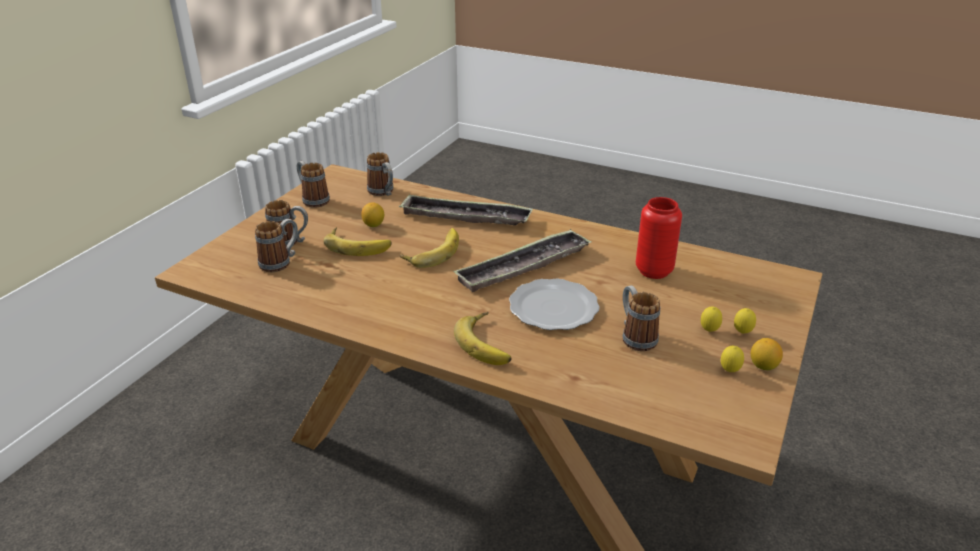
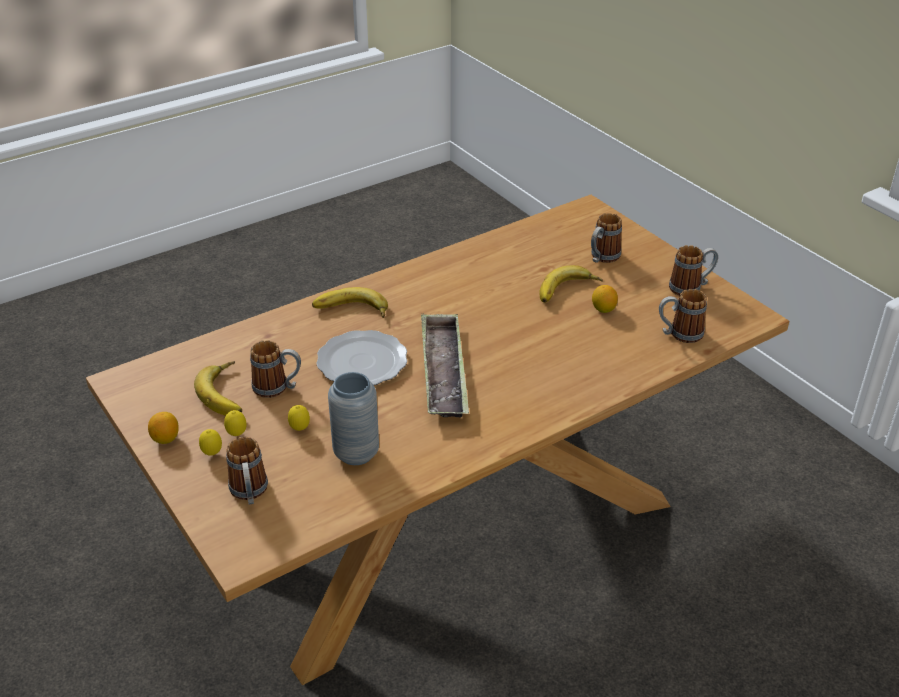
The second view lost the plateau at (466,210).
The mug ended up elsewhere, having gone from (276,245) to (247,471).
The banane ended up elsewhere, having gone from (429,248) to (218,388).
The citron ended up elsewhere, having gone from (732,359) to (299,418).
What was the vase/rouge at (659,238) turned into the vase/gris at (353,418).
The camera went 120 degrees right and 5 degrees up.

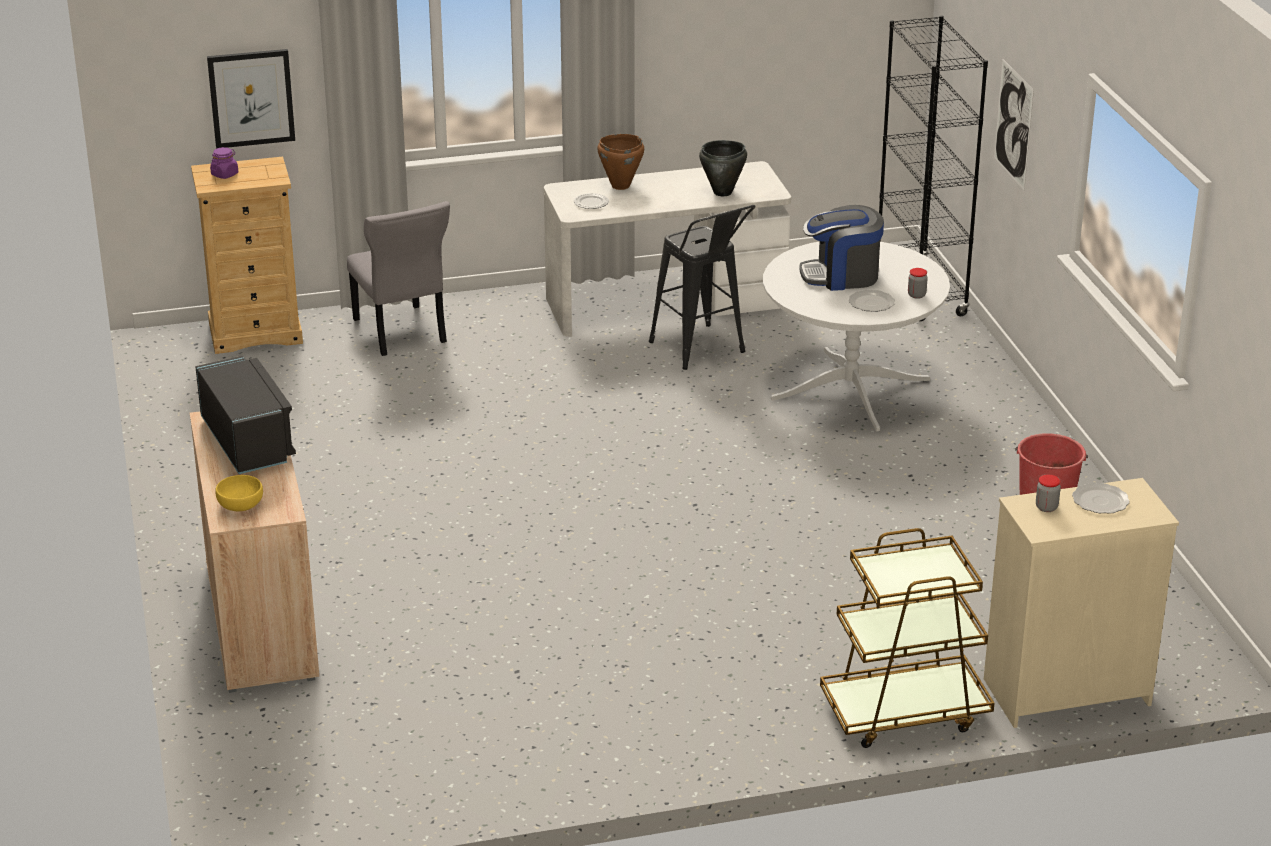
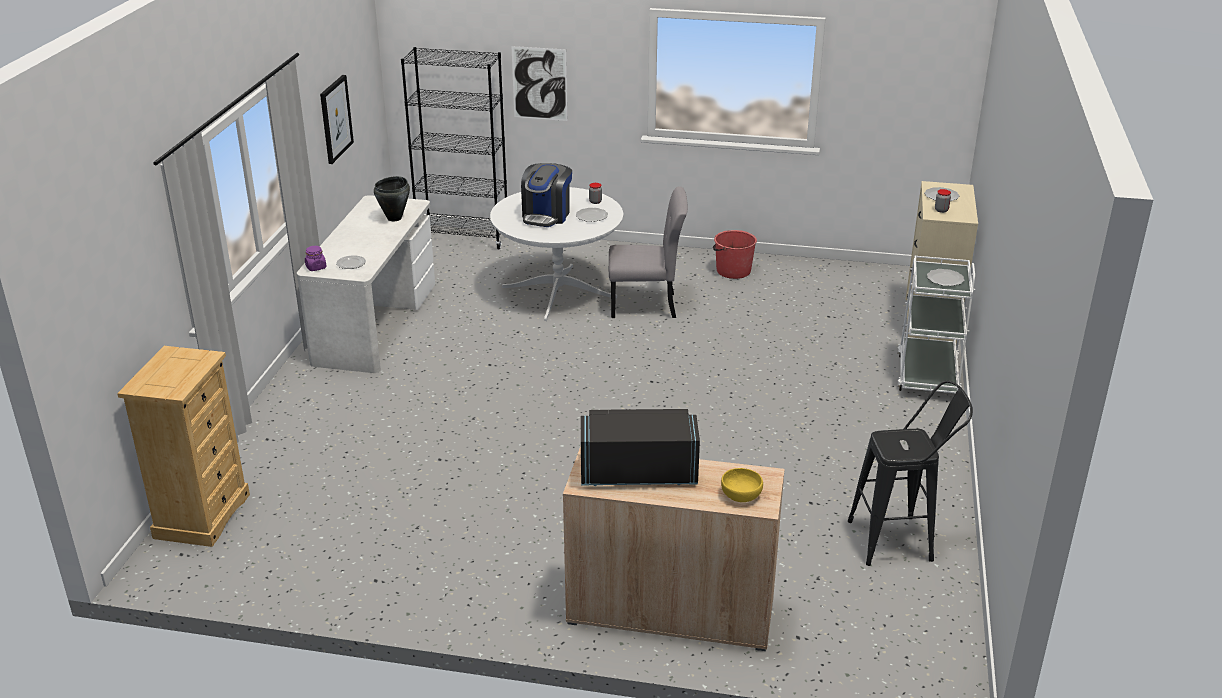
The second view lost the marmite/marron at (620,162).
The second view gained the assiette at (945,277).
The tableau ended up elsewhere, having gone from (251,99) to (337,119).
The bocal/violet ended up elsewhere, having gone from (224,163) to (316,258).
The chaise/gris ended up elsewhere, having gone from (398,278) to (648,252).
The tabouret/noir ended up elsewhere, having gone from (702,287) to (910,473).
What was the chariot/marron at (907,638) turned into the chariot/blanc at (936,324).
The camera went 65 degrees left and 0 degrees up.

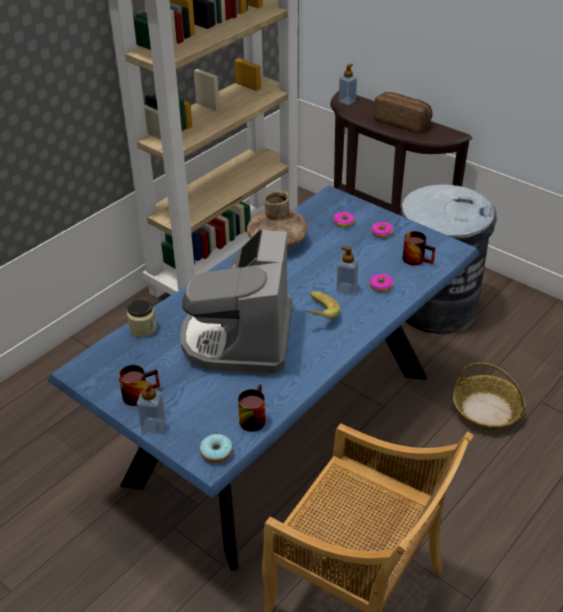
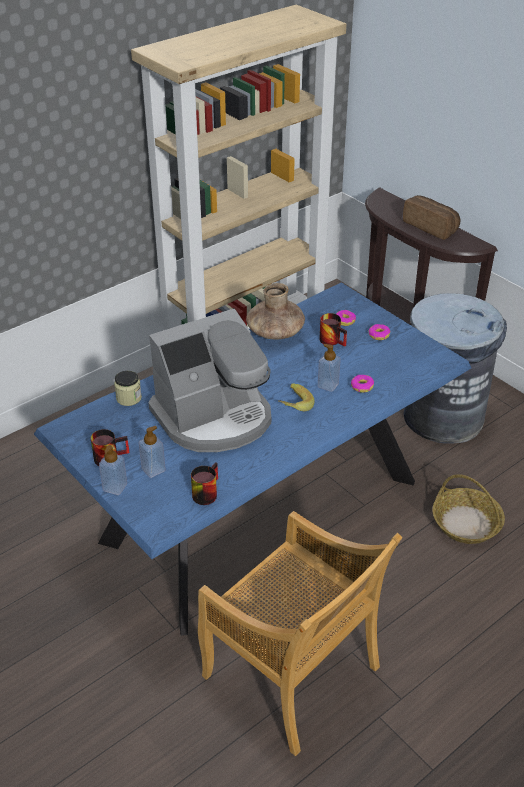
The second view lost the beignet at (216,448).
The distributeur de savon ended up elsewhere, having gone from (348,84) to (152,452).
The mug ended up elsewhere, having gone from (418,248) to (333,330).
The machine à café at (236,301) ended up facing another way, 135 degrees counterclockwise from before.
The camera went 10 degrees right and 0 degrees up.

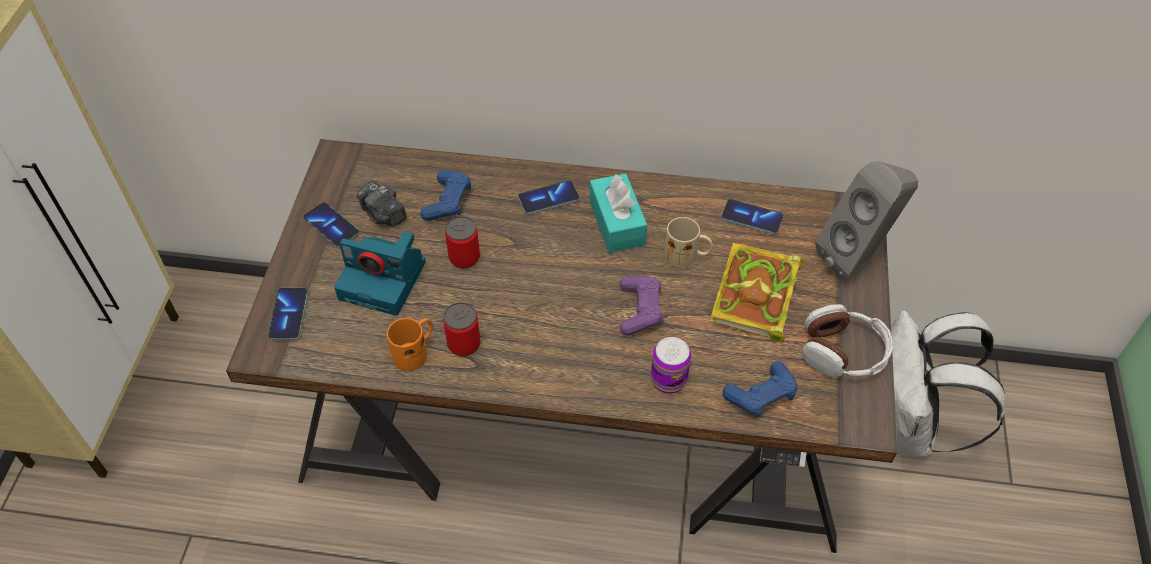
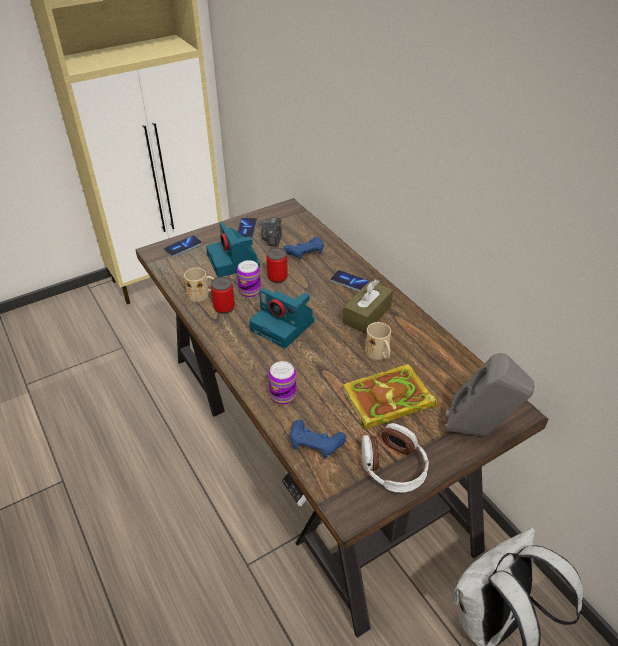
The second view lost the manette/violet at (641,306).
The second view lost the téléphone at (752,217).
The second view gained the boîte métallique at (249,279).
The second view gained the appareil photo at (282,318).
What was the mug/orange at (410,344) turned into the mug/beige at (199,285).
What was the boîte à mouchoirs/turquoise at (618,213) turned into the boîte à mouchoirs/marron at (368,306).
The camera went 50 degrees right and 10 degrees down.

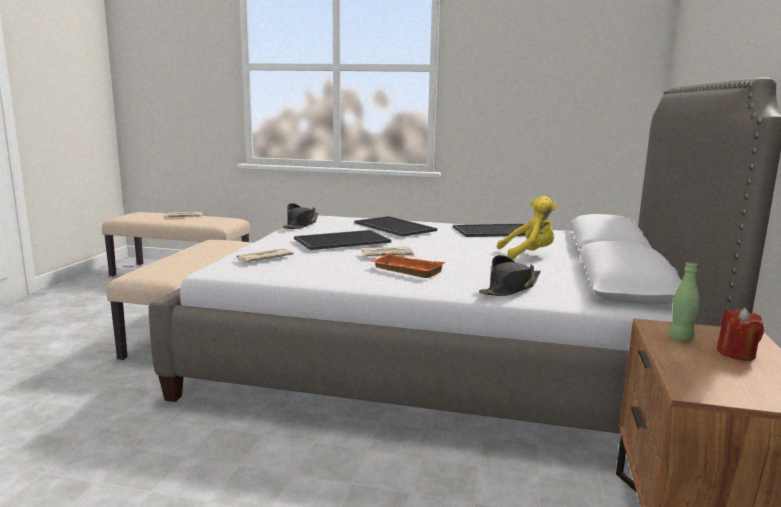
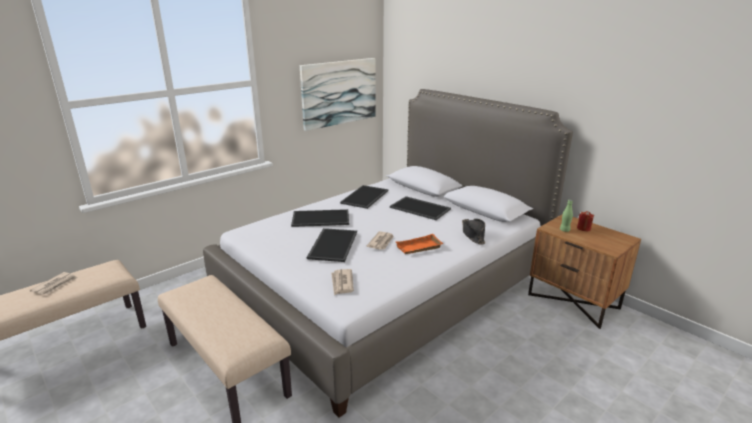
The second view lost the chapeau/noir at (300,216).
The second view gained the tableau at (338,94).
Where the peluche/jaune stood at (527,228), the plateau came to stand at (420,208).
The camera went 55 degrees left and 10 degrees up.

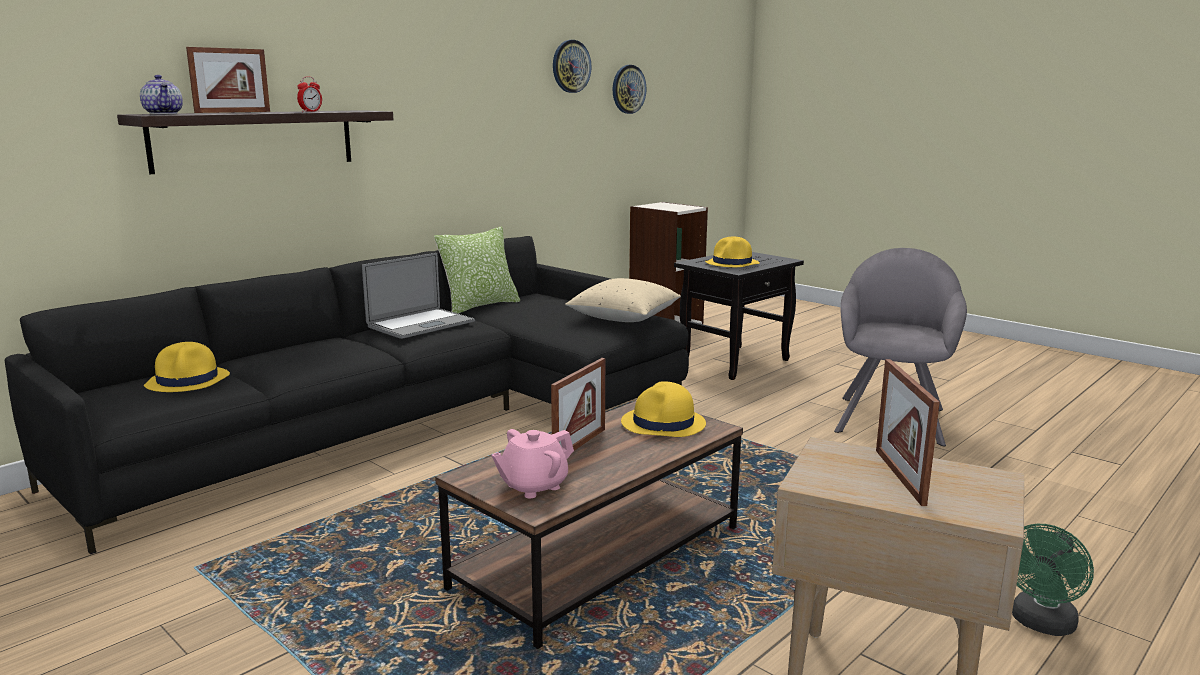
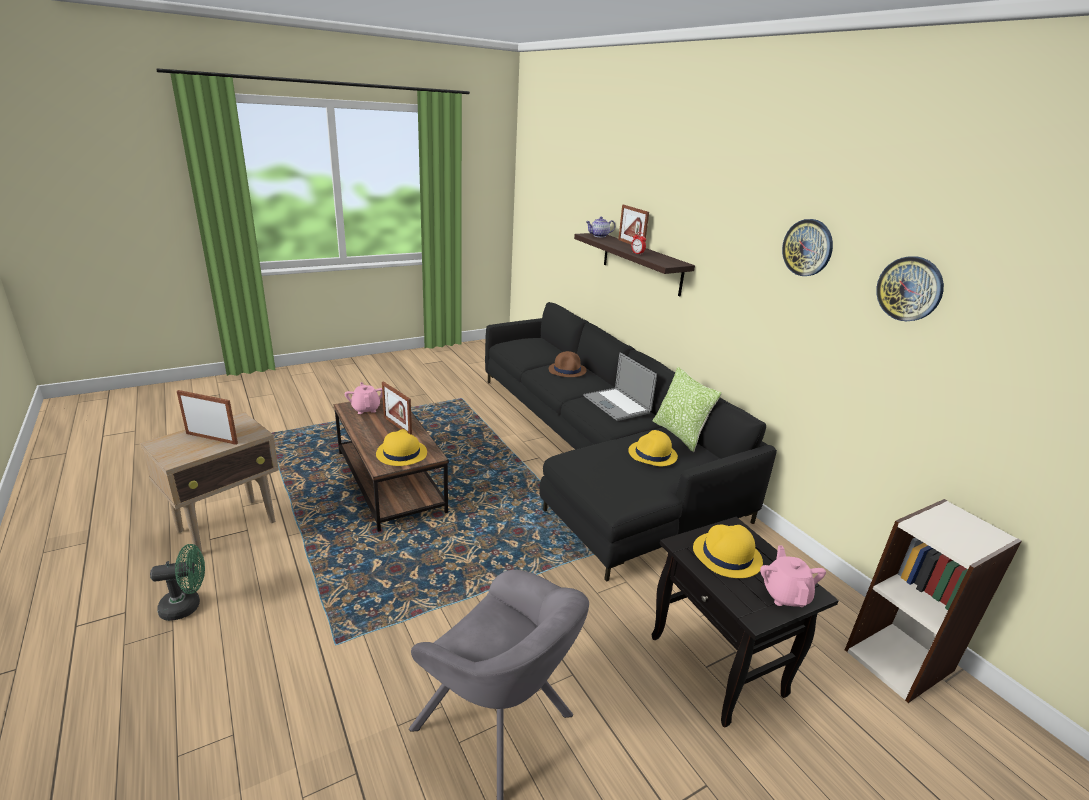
The second view lost the coussin/beige at (623,300).
The second view gained the chapeau/marron at (568,364).
The second view gained the théière/rose at (793,576).
The chapeau/jaune ended up elsewhere, having gone from (187,367) to (653,448).
The horloge murale ended up elsewhere, having gone from (630,89) to (807,247).
The ventilateur/vert at (1053,580) ended up facing another way, 105 degrees clockwise from before.
The camera went 105 degrees right and 10 degrees up.

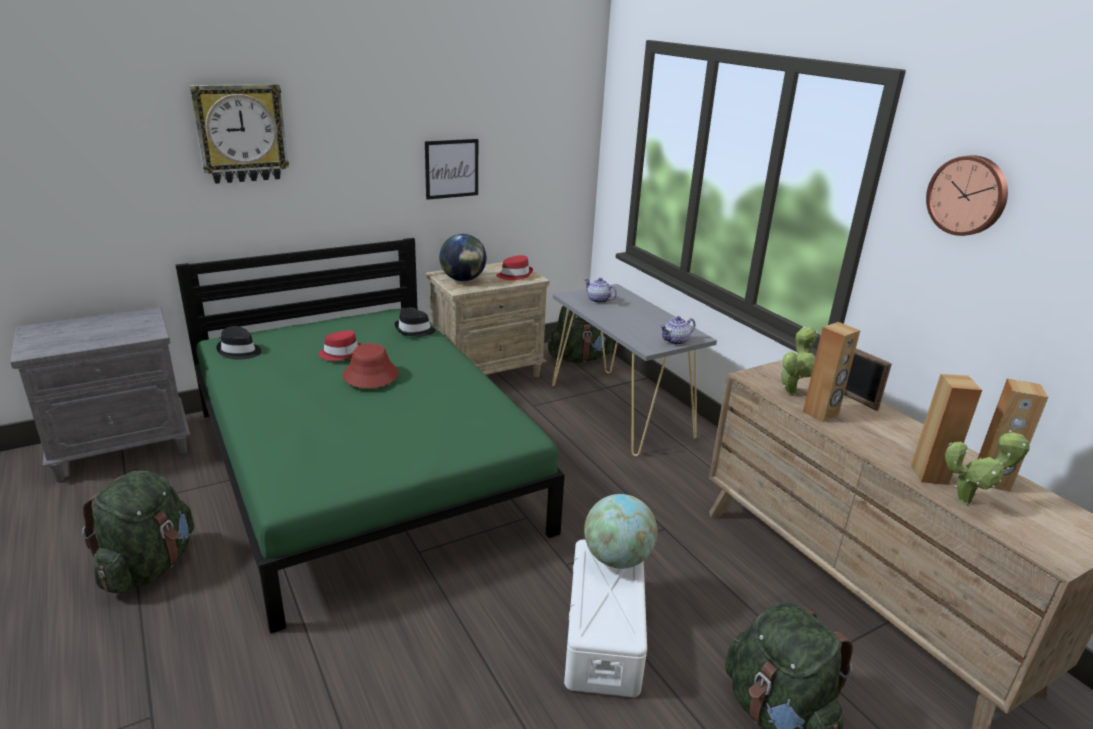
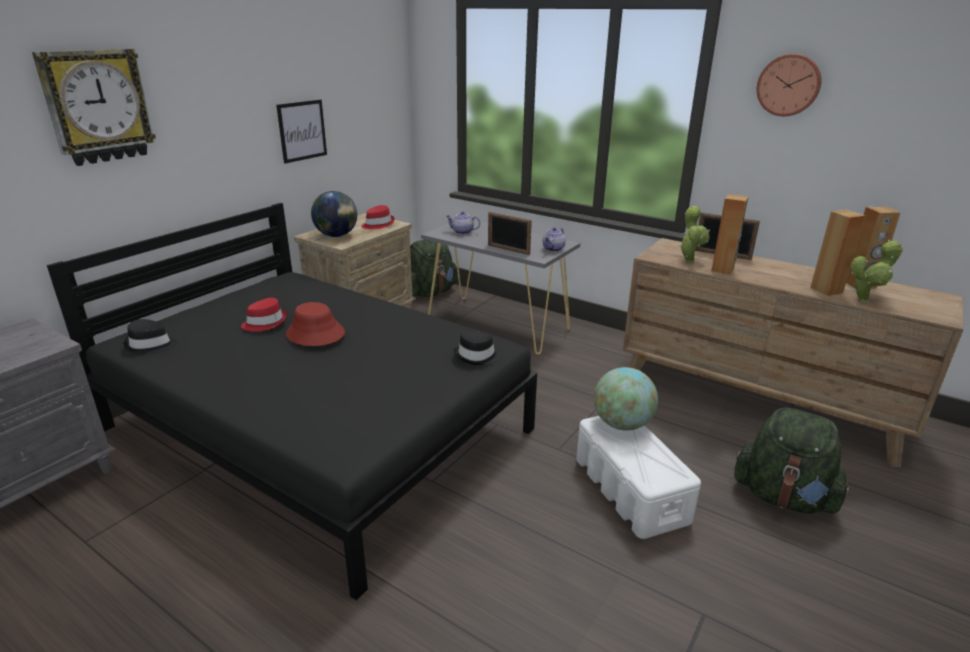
The second view lost the sac à dos/vert at (138,532).
The second view gained the cadre photo at (510,233).
The chapeau/noir ended up elsewhere, having gone from (415,322) to (477,348).
What was the lit/vert at (370,436) turned into the lit/noir at (292,401).
The camera went 25 degrees left and 0 degrees up.

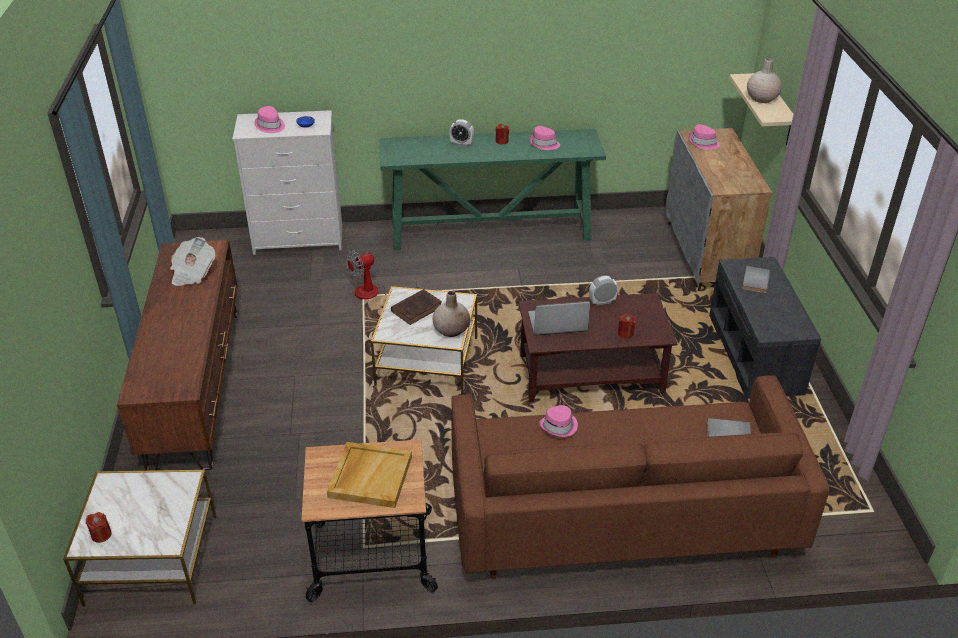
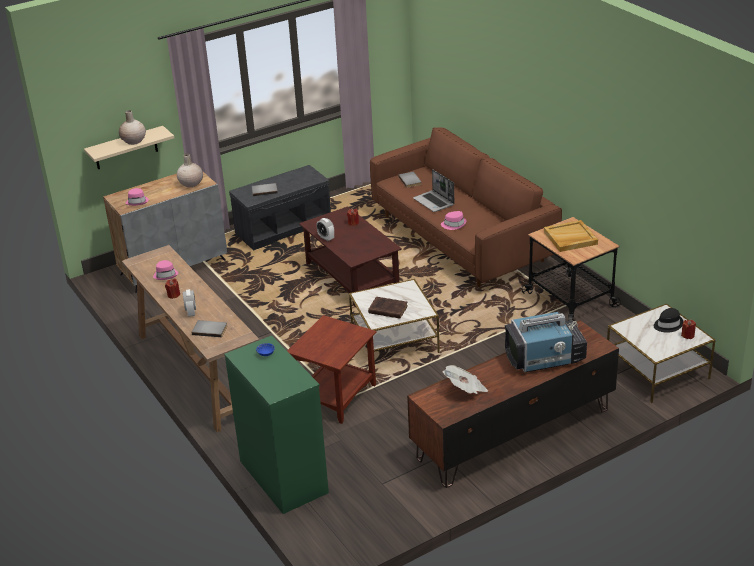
The second view lost the chapeau/rose at (270,119).
The second view gained the livre/gris at (209,328).
The second view gained the téléviseur at (546,341).
The second view gained the chapeau/noir at (668,320).
The vase/beige ended up elsewhere, having gone from (451,314) to (190,170).
The ordinateur portable ended up elsewhere, having gone from (559,318) to (433,190).
Where the ventilateur stood at (383,275), the table d'appoint/marron came to stand at (332,369).
What was the commode/blanc at (287,182) turned into the commode/vert at (276,425).
What was the table console/vert at (492,189) turned into the table console/marron at (190,338).
The camera went 115 degrees left and 5 degrees down.

